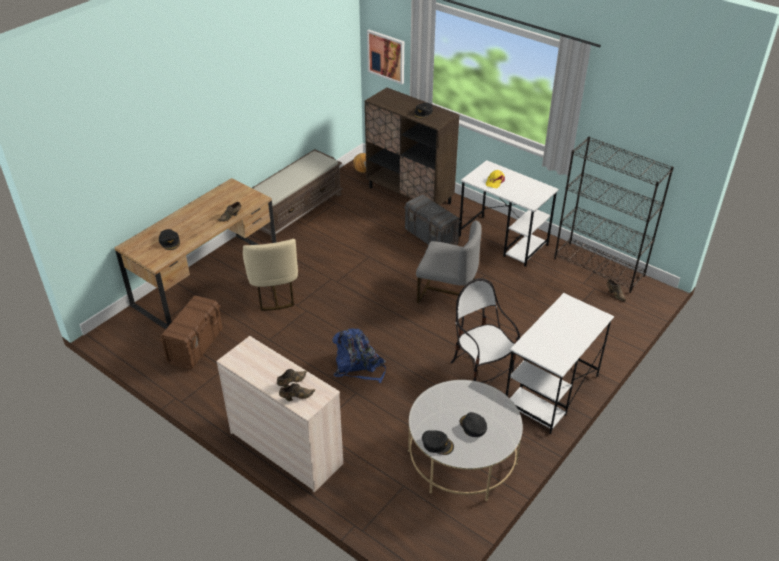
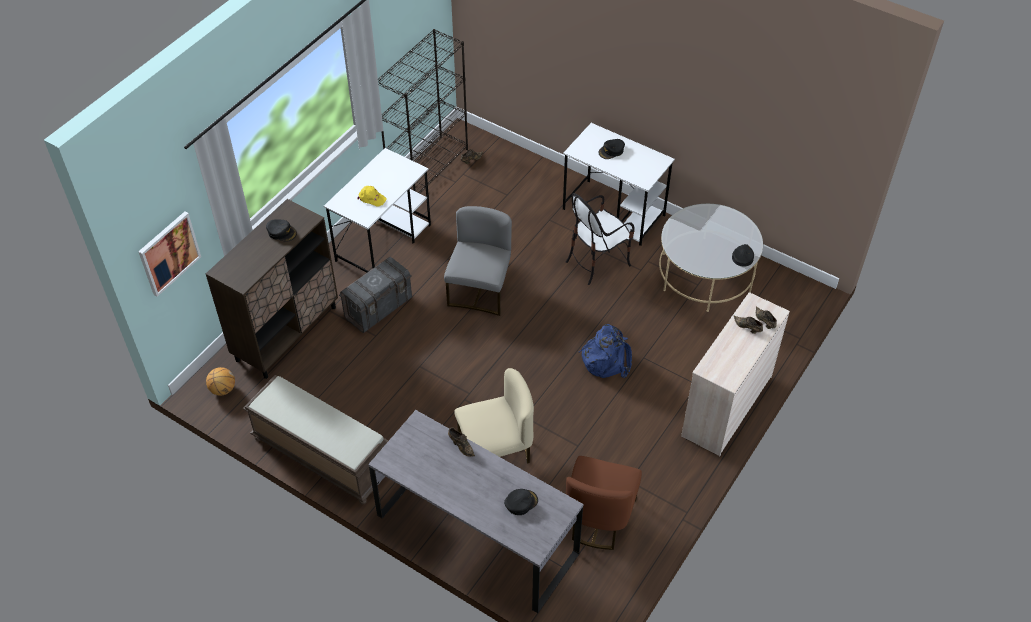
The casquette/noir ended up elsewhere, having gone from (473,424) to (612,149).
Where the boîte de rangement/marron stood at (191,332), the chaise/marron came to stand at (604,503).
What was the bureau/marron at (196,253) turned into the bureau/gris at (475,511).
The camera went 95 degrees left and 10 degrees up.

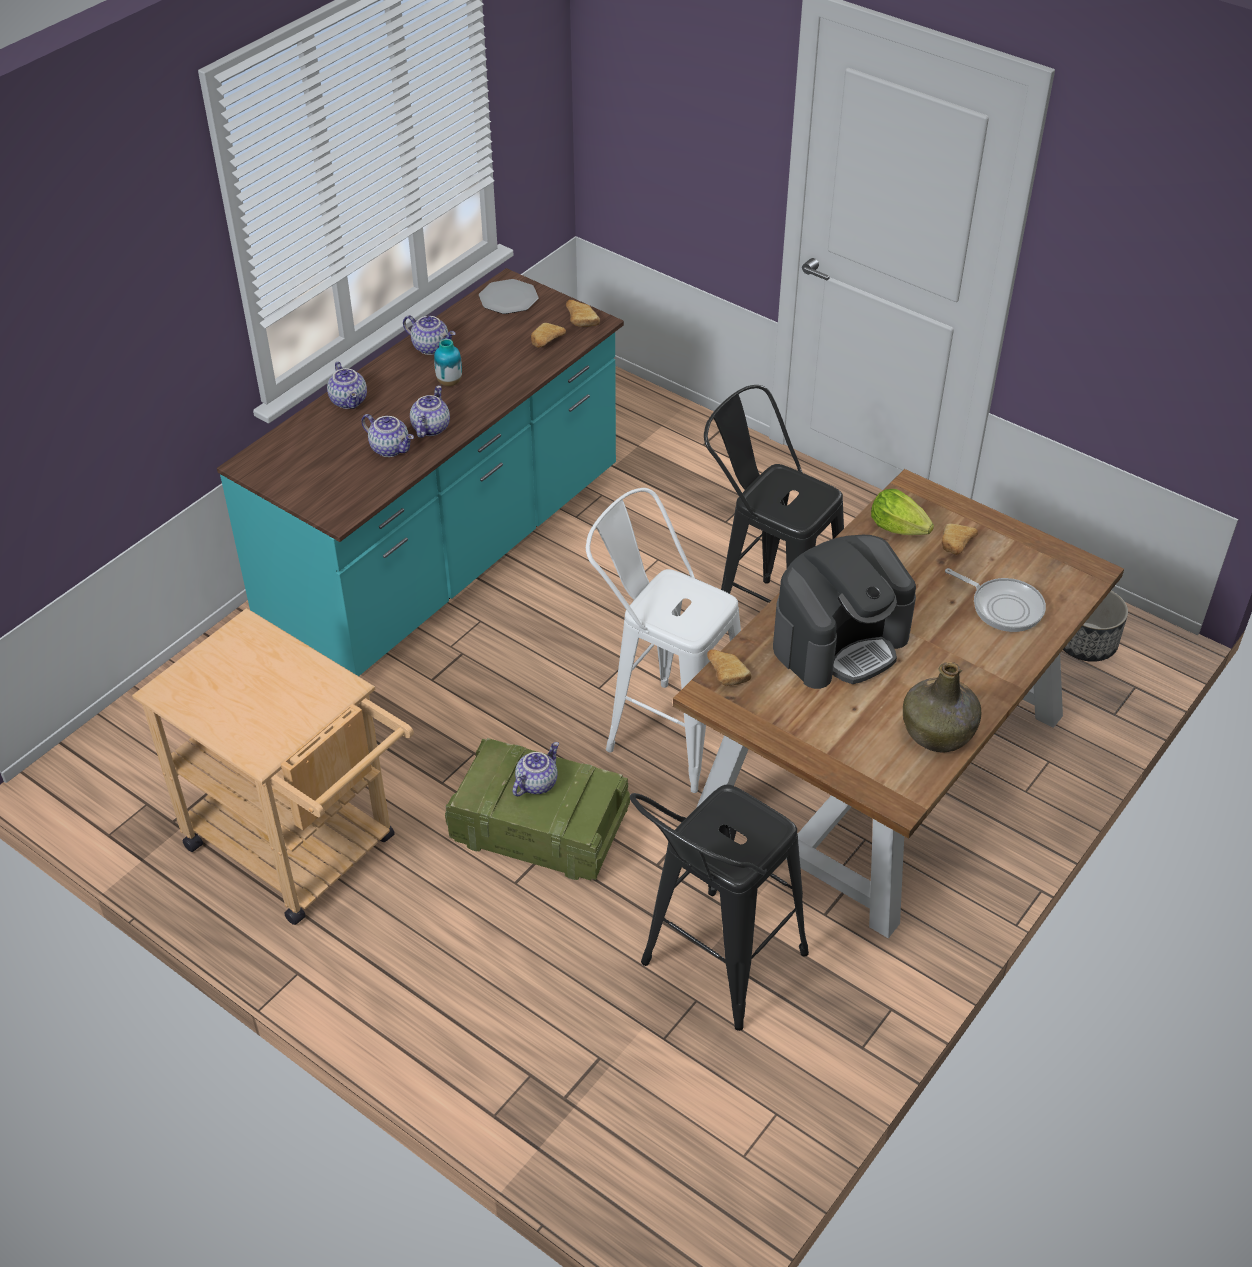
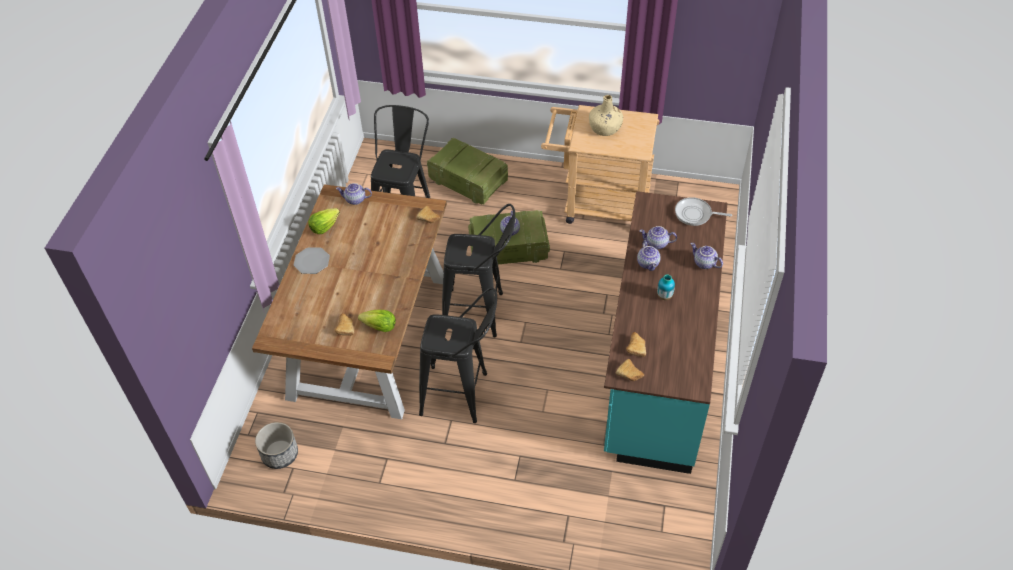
The second view lost the machine à café at (844,612).
The second view gained the caisse at (467,171).
The second view gained the bouteille/beige at (606,115).
The théière ended up elsewhere, having gone from (429,335) to (354,194).
The assiette ended up elsewhere, having gone from (509,296) to (312,260).
The poêle ended up elsewhere, having gone from (995,600) to (703,211).
Where the bouteille/vert stood at (942,707), the laitue came to stand at (324,221).
What was the tabouret/blanc at (663,640) turned into the tabouret/noir at (478,270).
The camera went 155 degrees right and 5 degrees up.

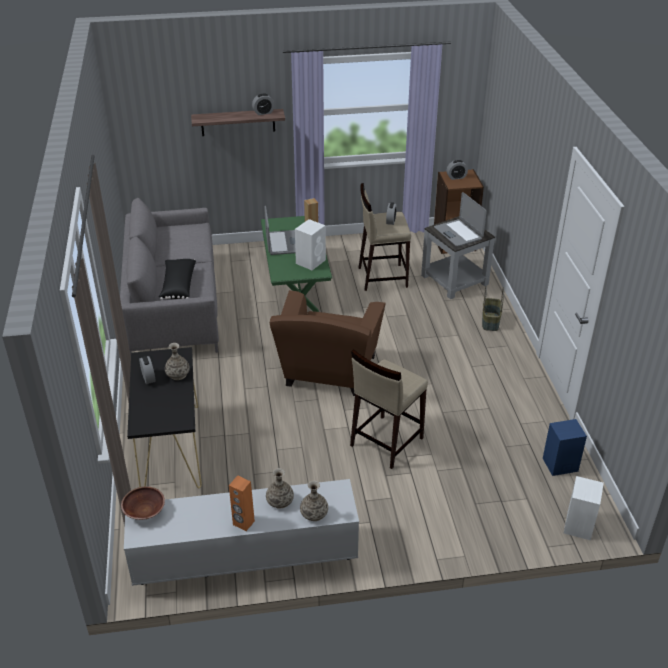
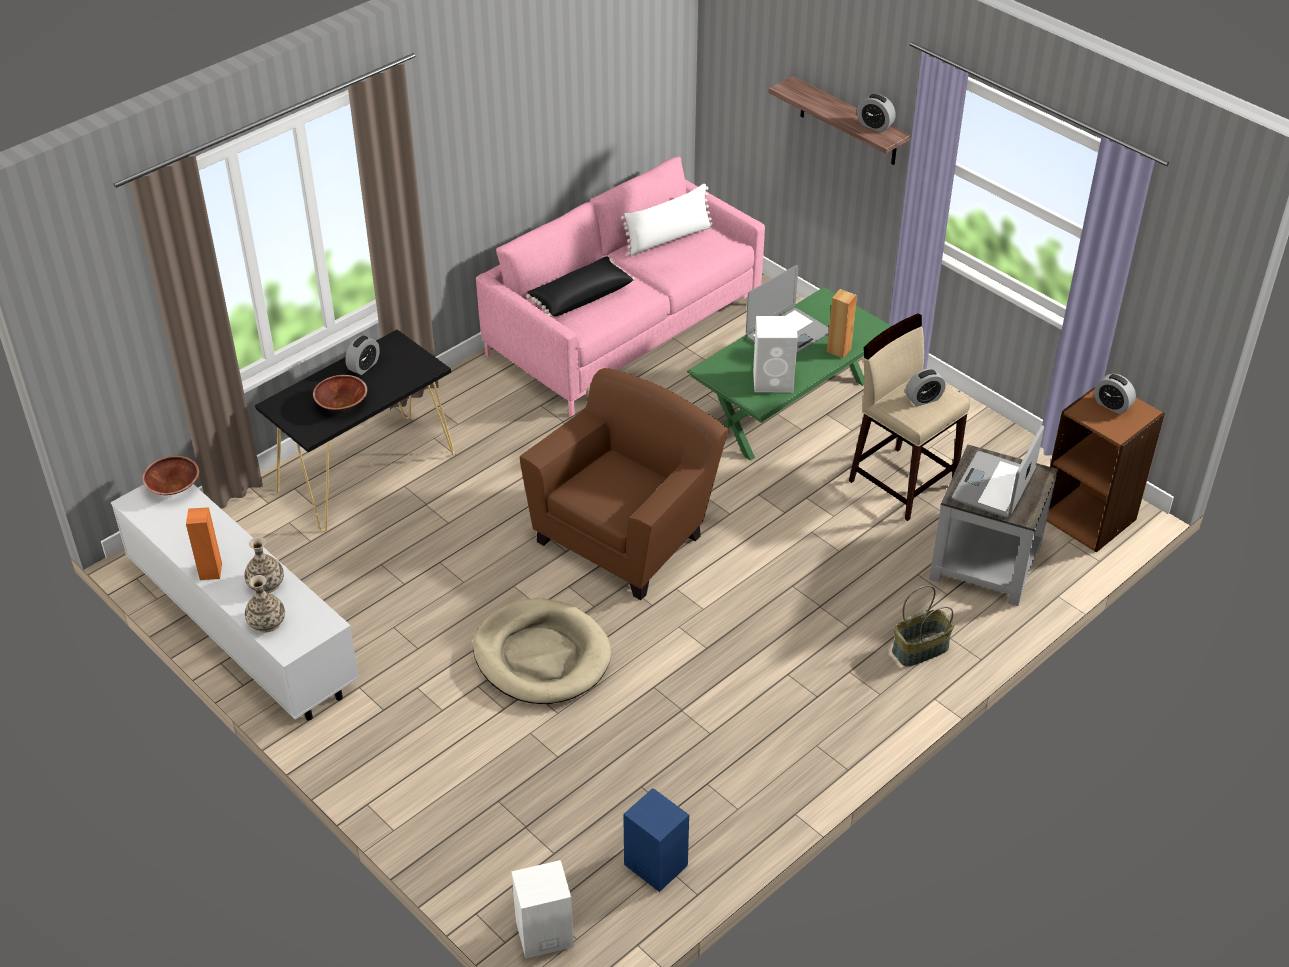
The second view lost the vase at (177,361).
The second view gained the bol/marron at (340,393).
The second view gained the coussin/blanc at (667,220).
Where the tabouret/beige stood at (389,409), the panier pour chien/beige came to stand at (542,651).
What was the canapé/gris at (169,276) turned into the canapé/rose at (620,286).
The fauteuil/marron at (327,343) ended up facing another way, 150 degrees clockwise from before.
The camera went 55 degrees right and 5 degrees up.

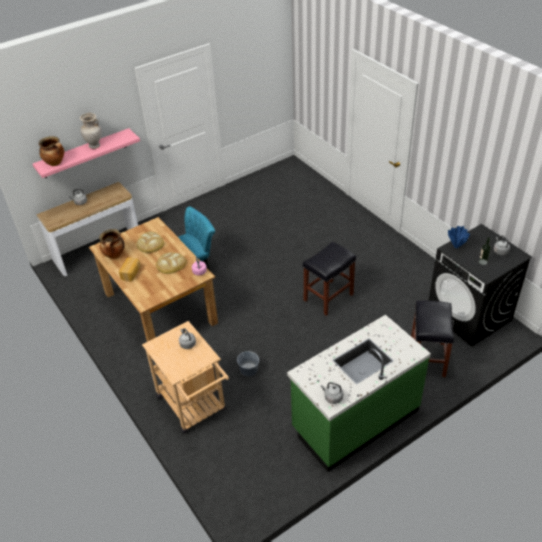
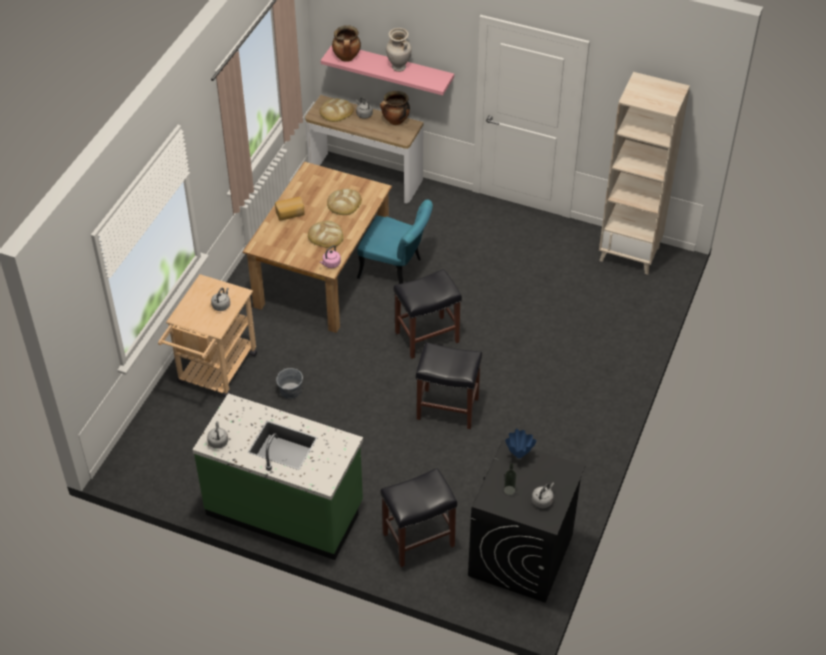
The second view gained the pain at (337,110).
The second view gained the tabouret/noir at (428,314).
The second view gained the bibliothèque/beige at (644,173).
The marmite ended up elsewhere, having gone from (112,244) to (395,108).
The camera went 55 degrees right and 5 degrees up.

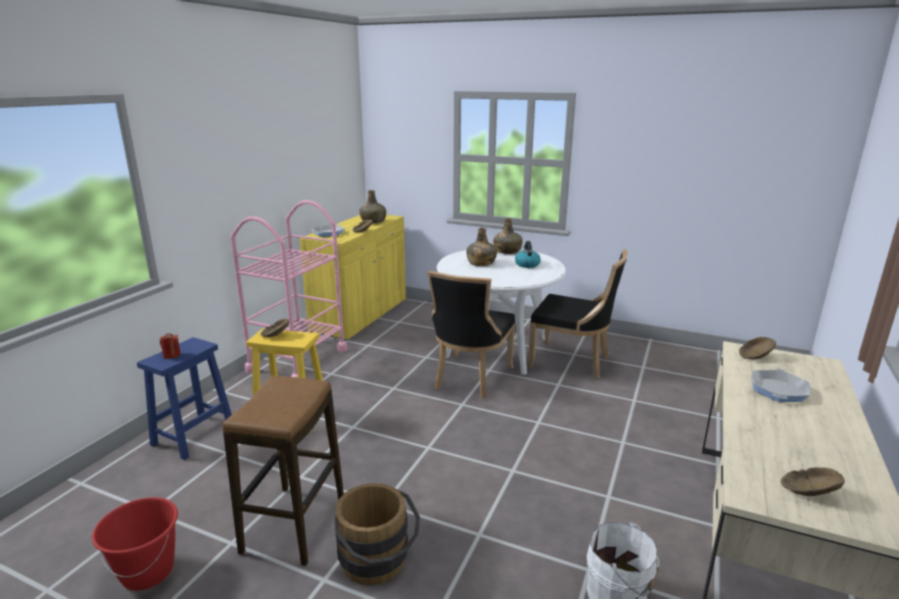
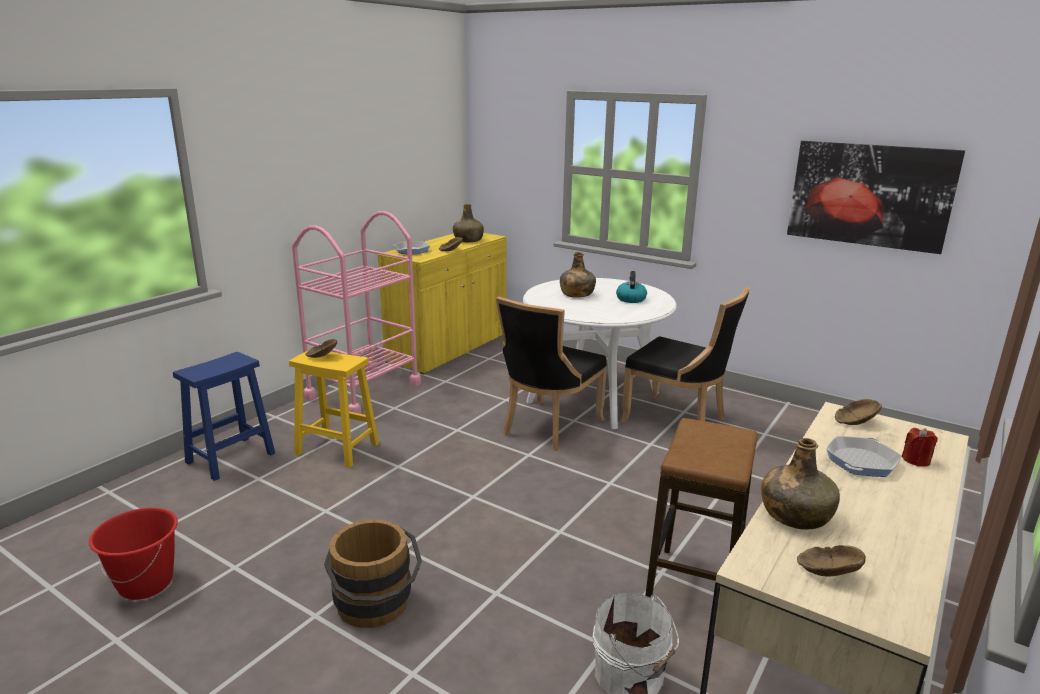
The second view gained the tableau at (876,197).
The bougie/rouge ended up elsewhere, having gone from (170,346) to (919,447).
The tabouret ended up elsewhere, having gone from (283,470) to (701,508).
The bouteille/vert ended up elsewhere, having gone from (508,236) to (800,483).
The camera went 10 degrees right and 0 degrees up.

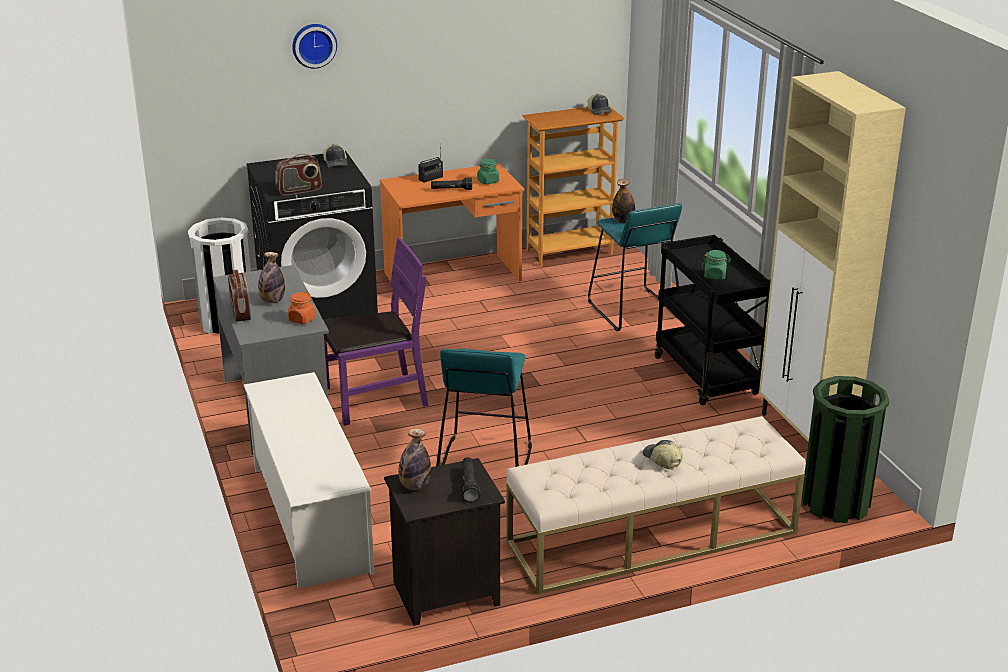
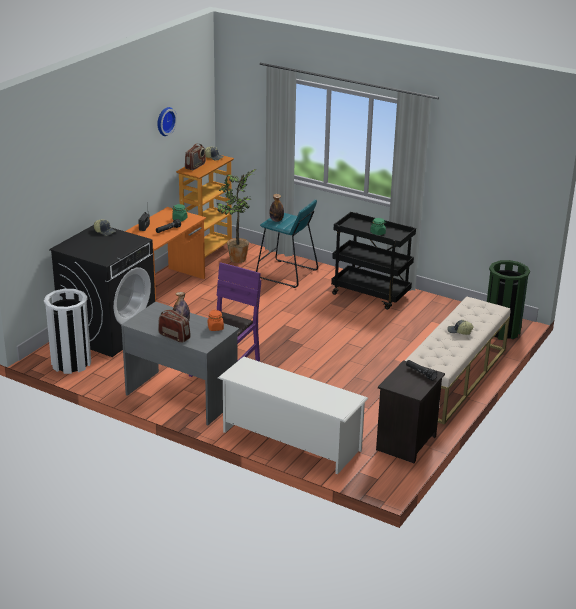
The second view lost the bouteille at (414,459).
The second view lost the tabouret/turquoise at (484,407).
The second view lost the meuble de rangement/beige at (832,256).
The second view gained the plante en pot at (236,216).
The radio ended up elsewhere, having gone from (298,174) to (195,157).
The horloge murale ended up elsewhere, having gone from (314,46) to (167,121).
The camera went 40 degrees left and 0 degrees up.

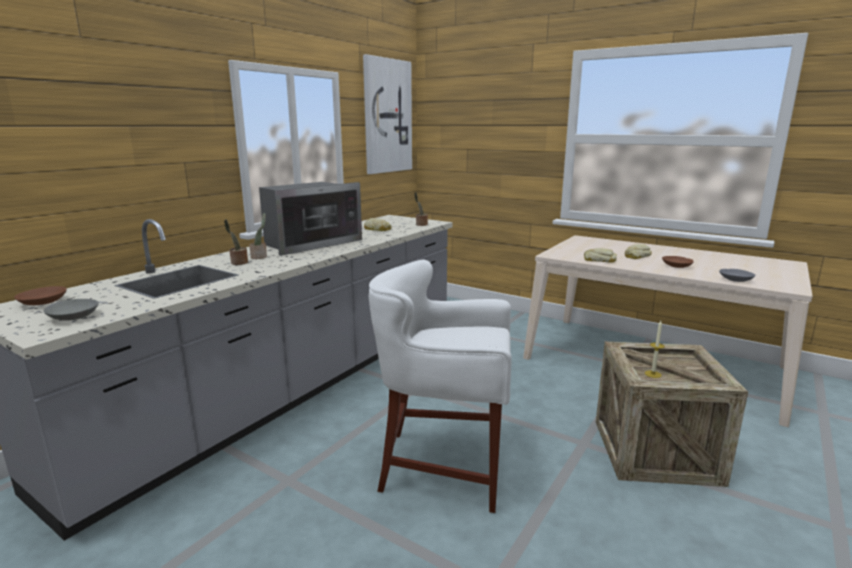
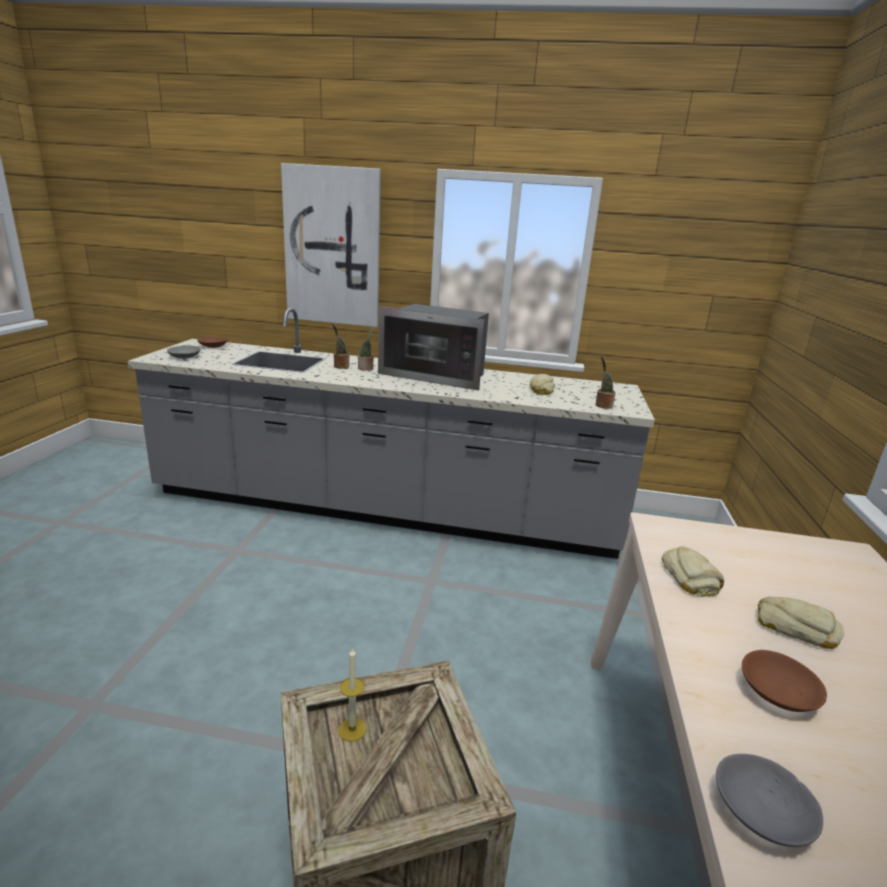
The second view lost the tabouret/blanc at (440,386).
The tableau ended up elsewhere, having gone from (387,114) to (331,245).
The camera went 65 degrees right and 5 degrees up.

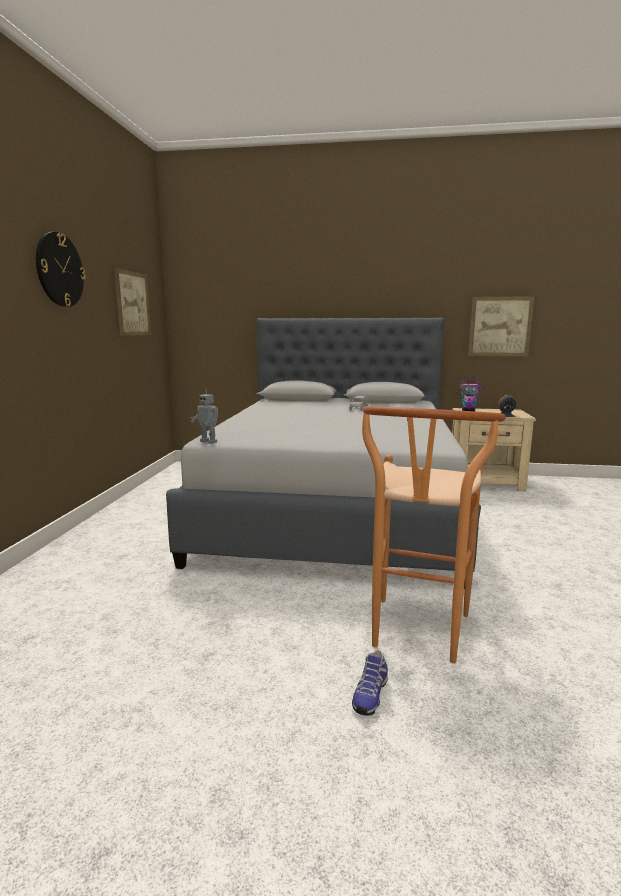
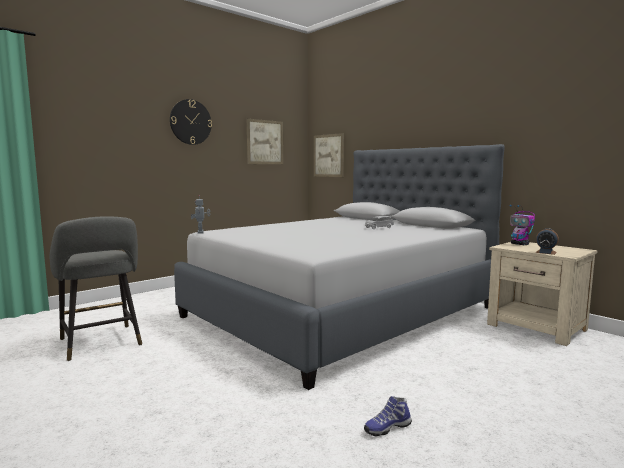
The second view lost the tabouret/marron at (434,535).
The second view gained the tabouret/gris at (96,288).
The chaussure ended up elsewhere, having gone from (370,683) to (388,416).
The tableau ended up elsewhere, having gone from (501,326) to (329,155).
The camera went 40 degrees right and 5 degrees down.

